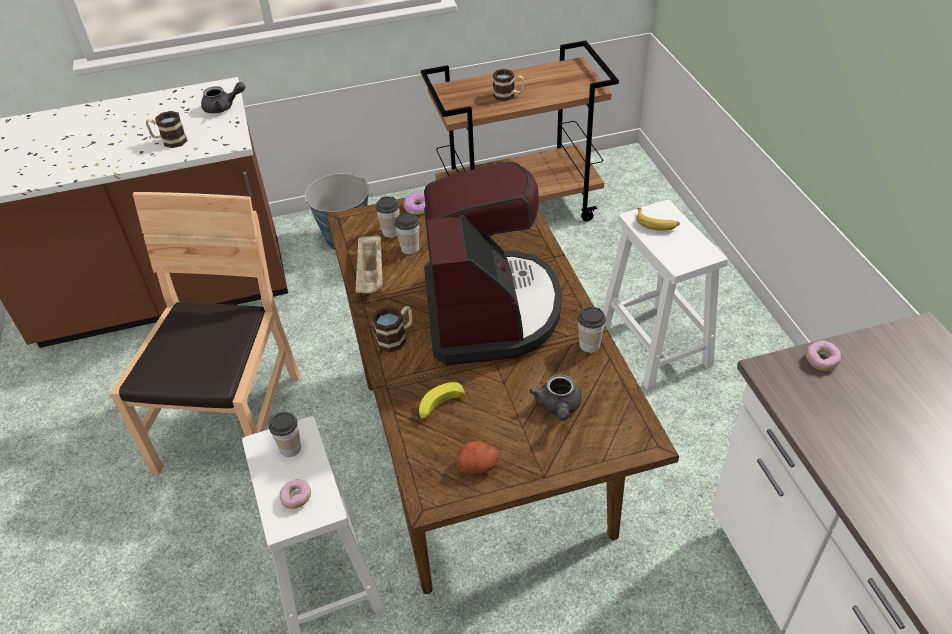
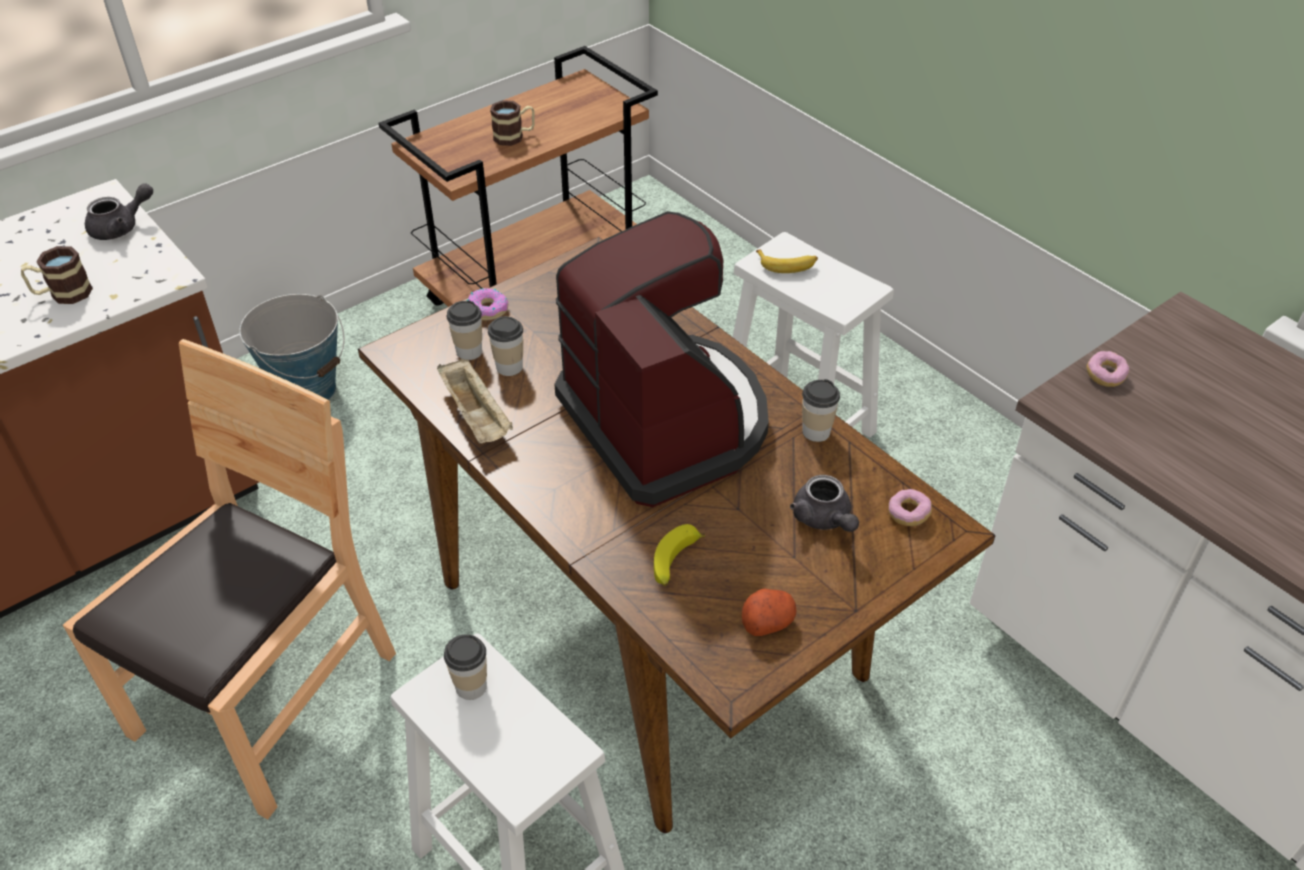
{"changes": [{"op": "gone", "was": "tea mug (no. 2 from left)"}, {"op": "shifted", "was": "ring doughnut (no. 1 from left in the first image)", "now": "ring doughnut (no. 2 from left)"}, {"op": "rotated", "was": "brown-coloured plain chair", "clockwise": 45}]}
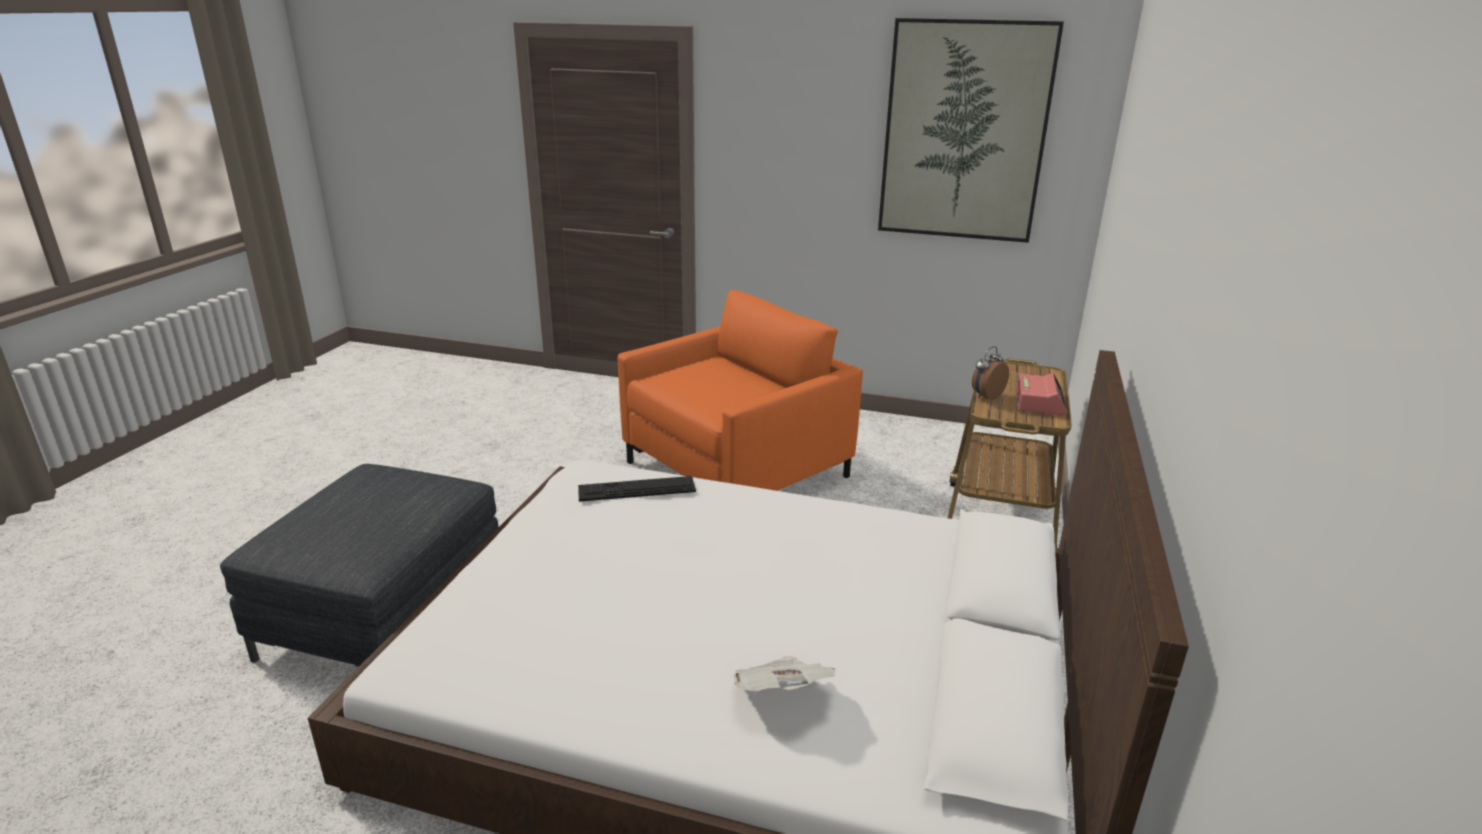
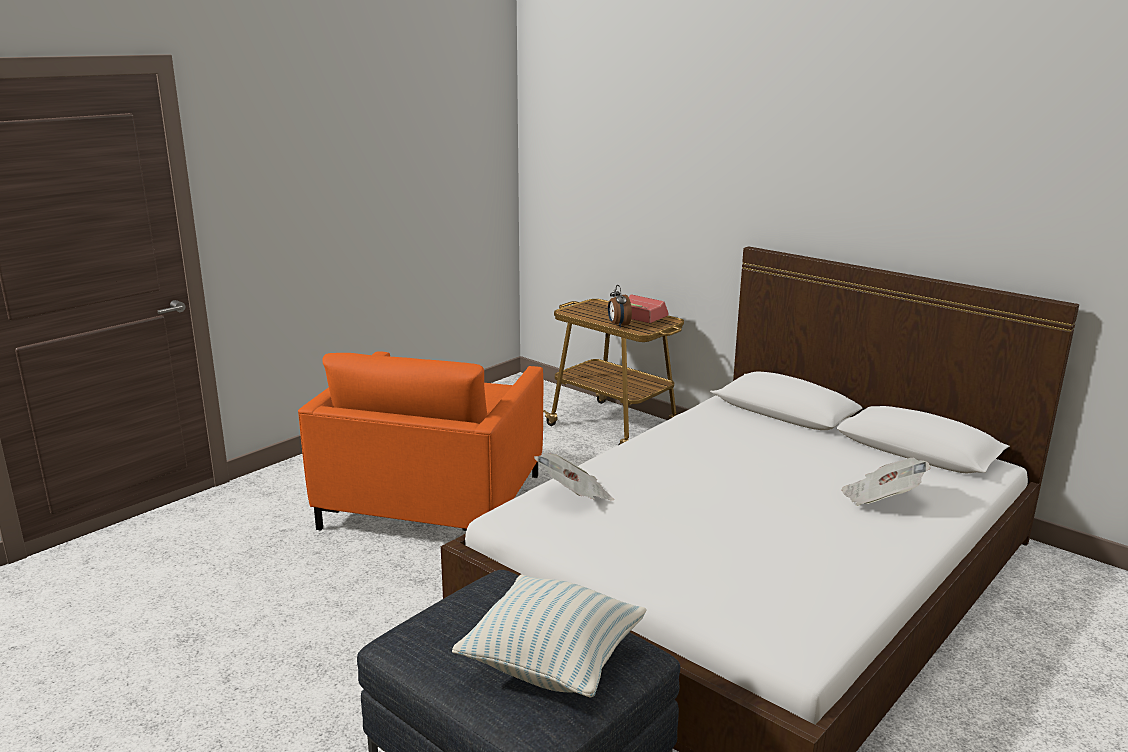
{"changes": [{"op": "gone", "was": "picture"}, {"op": "new", "now": "throw pillow"}, {"op": "swapped", "was": "computer keyboard", "now": "daily paper (no. 1 from left)"}, {"op": "rotated", "was": "orange-coloured armchair", "clockwise": -150}]}
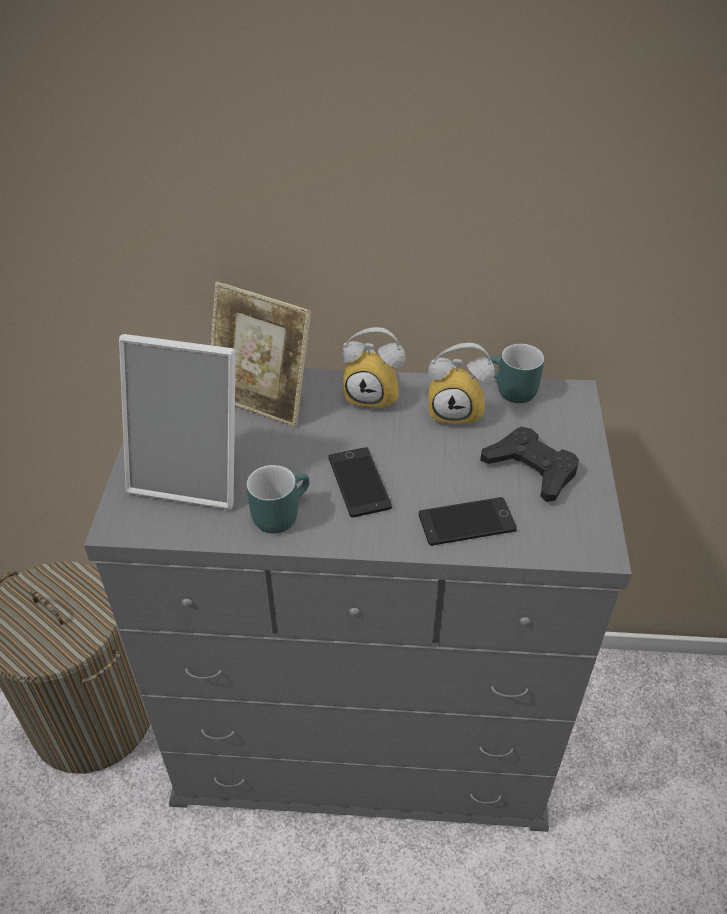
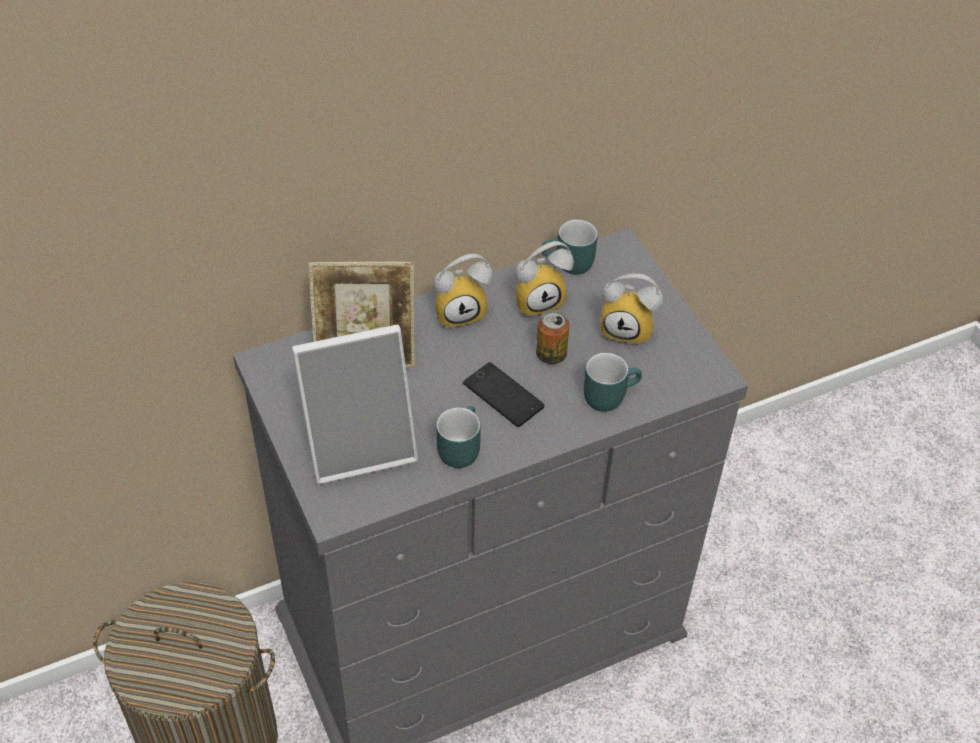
{"changes": [{"op": "new", "now": "metal can"}, {"op": "swapped", "was": "telephone (no. 2 from left)", "now": "turquoise tea mug (no. 3 from left)"}, {"op": "swapped", "was": "black game controller", "now": "table clock (no. 3 from left)"}]}
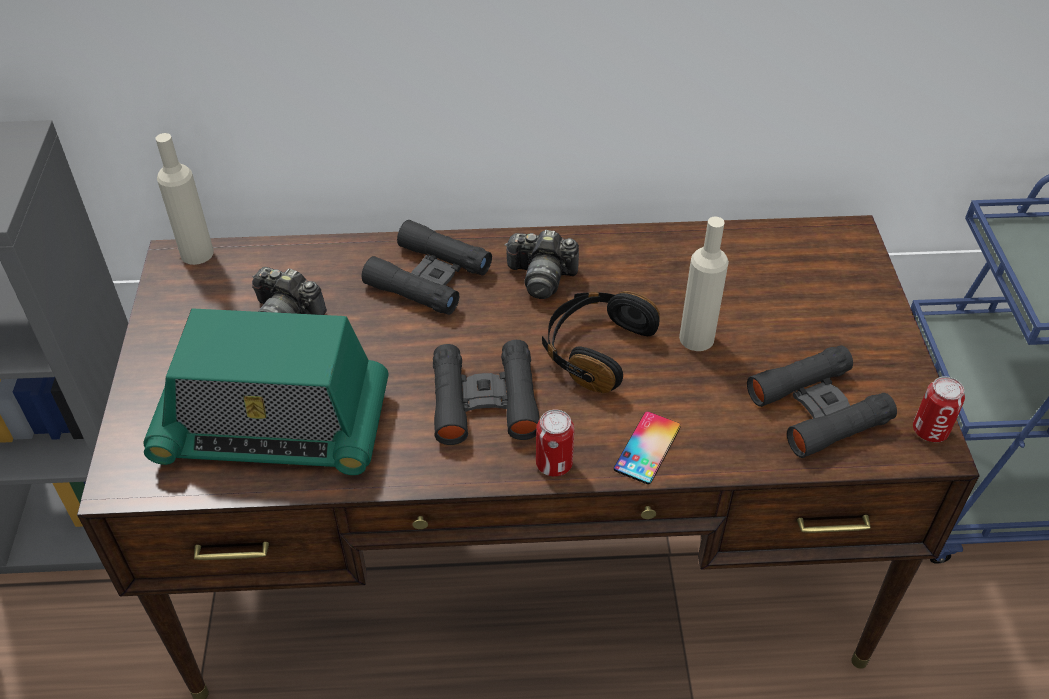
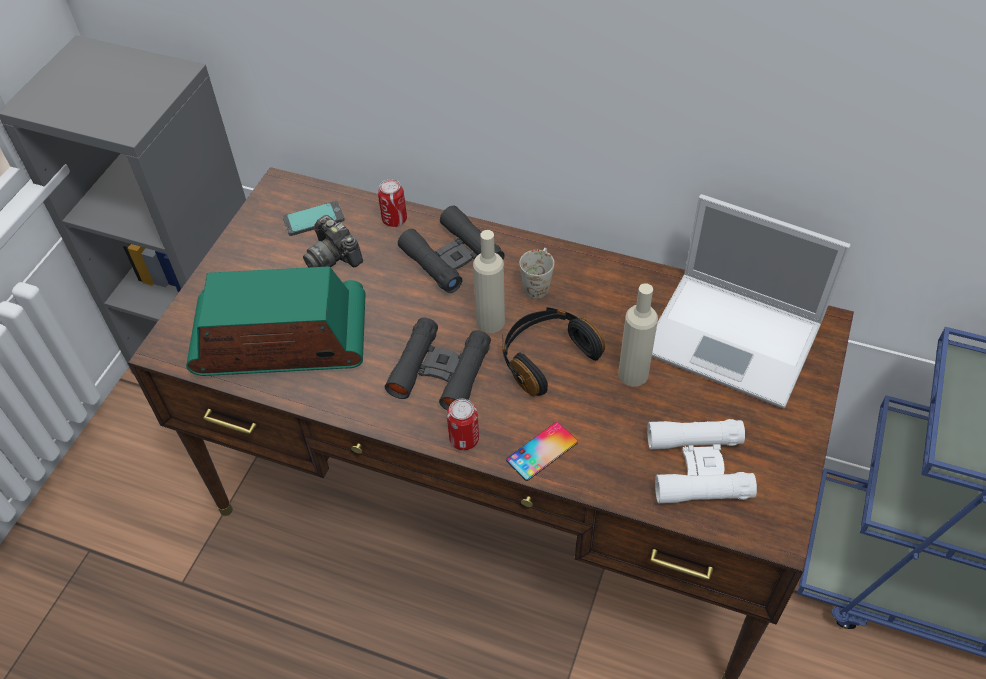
{"changes": [{"op": "new", "now": "telephone (no. 1 from left)"}, {"op": "new", "now": "notebook computer"}, {"op": "shifted", "was": "beige bottle (no. 1 from left)"}, {"op": "shifted", "was": "metal can (no. 2 from left in the first image)", "now": "metal can (no. 1 from left)"}, {"op": "swapped", "was": "still camera (no. 2 from left)", "now": "white tea mug"}, {"op": "repainted", "was": "black binoculars (no. 3 from left)", "now": "white binoculars"}, {"op": "rotated", "was": "radio", "clockwise": 150}]}
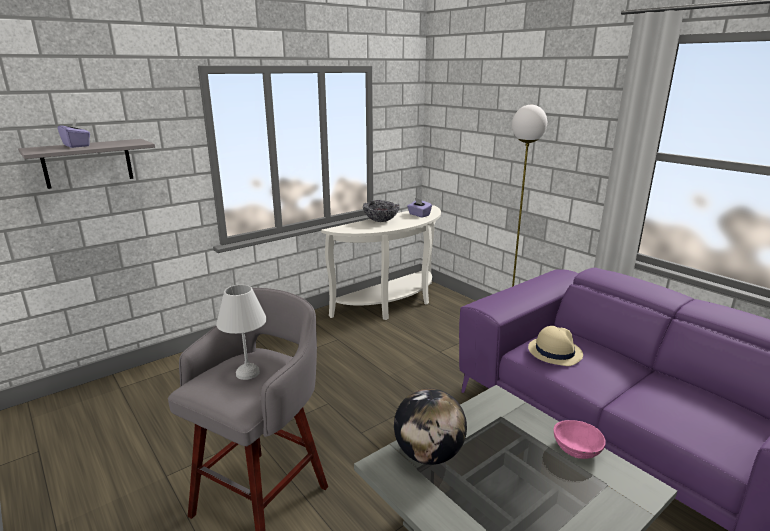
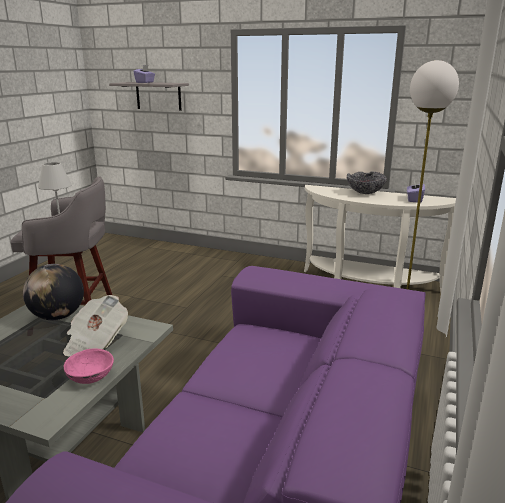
{"changes": [{"op": "gone", "was": "beige wearable hat"}, {"op": "new", "now": "daily paper"}]}
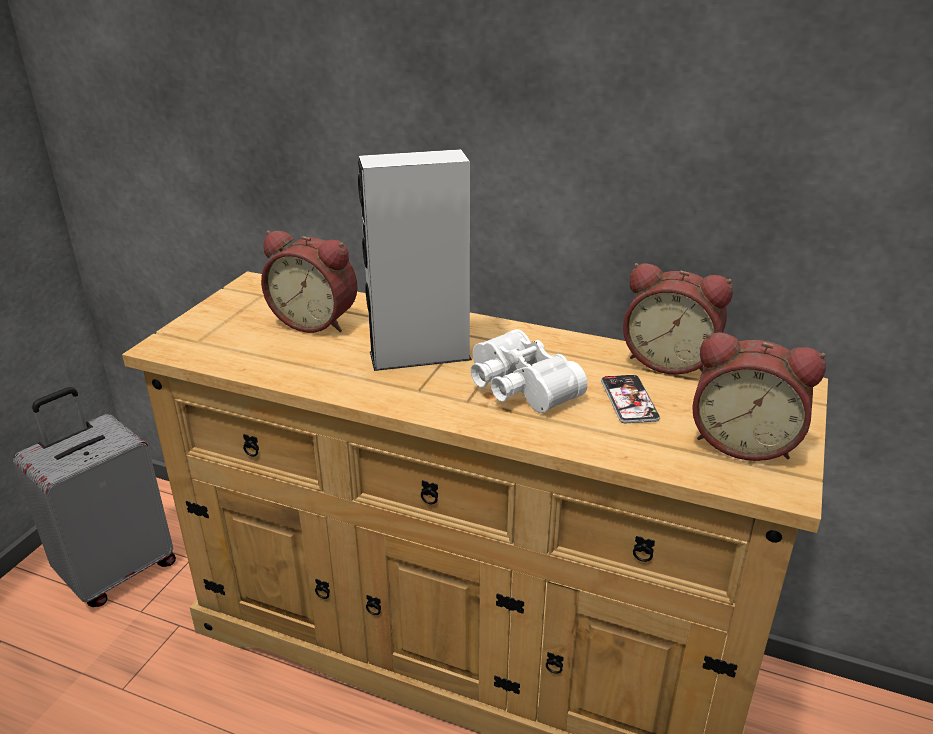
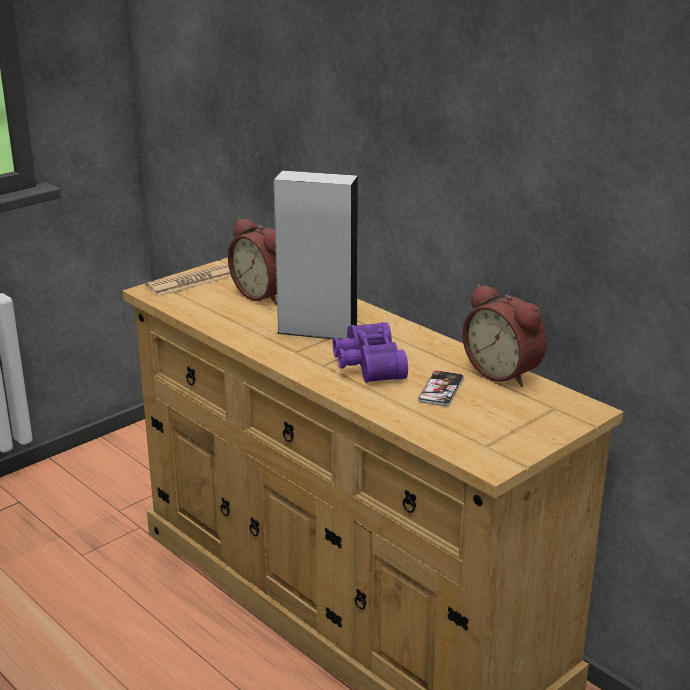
{"changes": [{"op": "gone", "was": "gray suitcase"}, {"op": "gone", "was": "table clock (no. 3 from left)"}, {"op": "new", "now": "daily paper"}, {"op": "repainted", "was": "white binoculars", "now": "purple binoculars"}]}
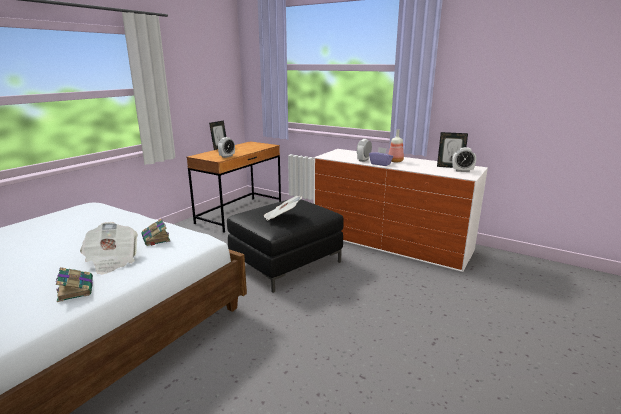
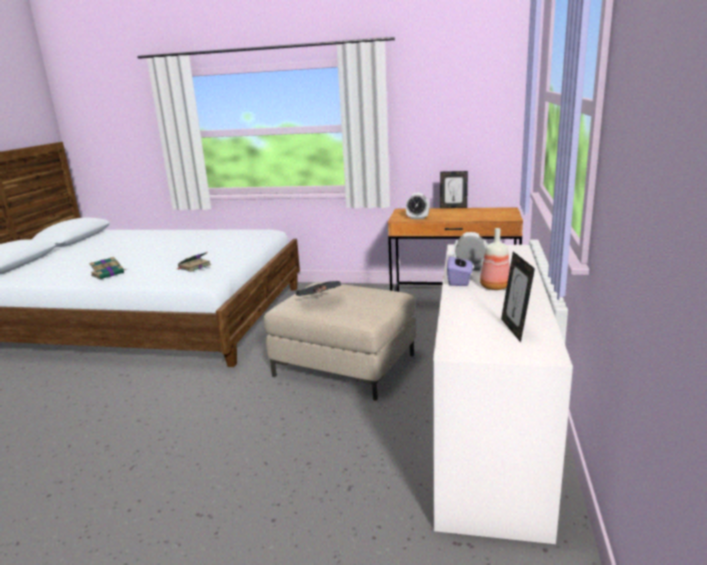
{"changes": [{"op": "gone", "was": "daily paper (no. 1 from left)"}, {"op": "gone", "was": "table clock (no. 3 from left)"}, {"op": "repainted", "was": "black footrest", "now": "beige footrest"}]}
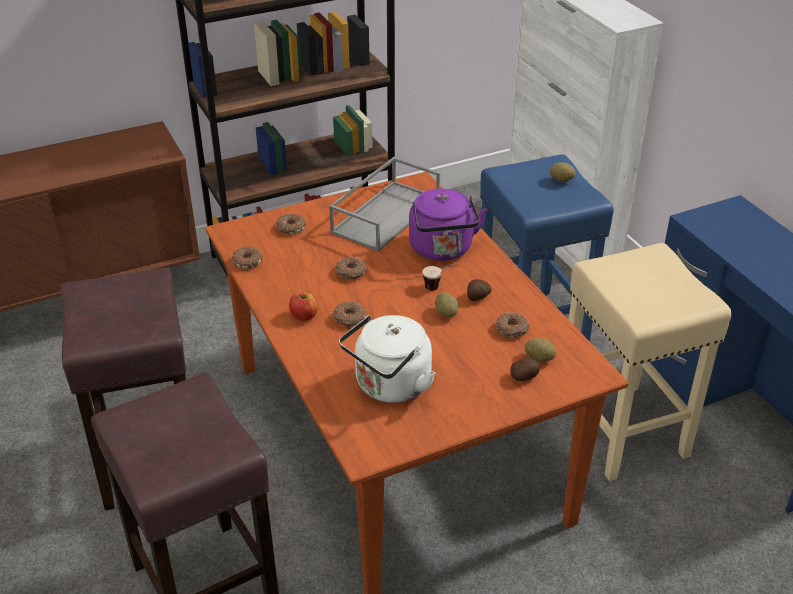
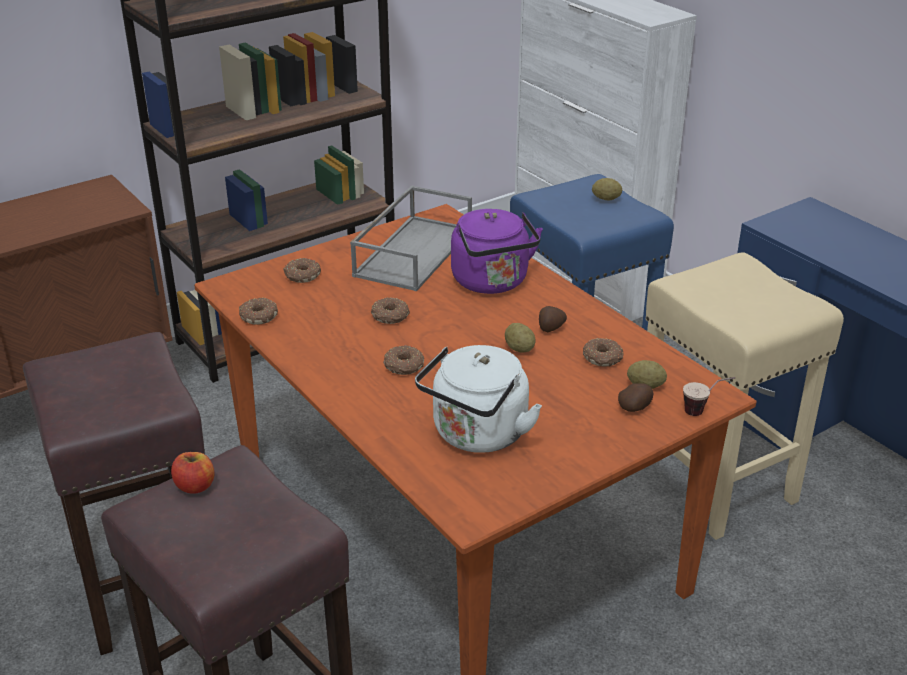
{"changes": [{"op": "shifted", "was": "apple fruit"}, {"op": "shifted", "was": "cup"}]}
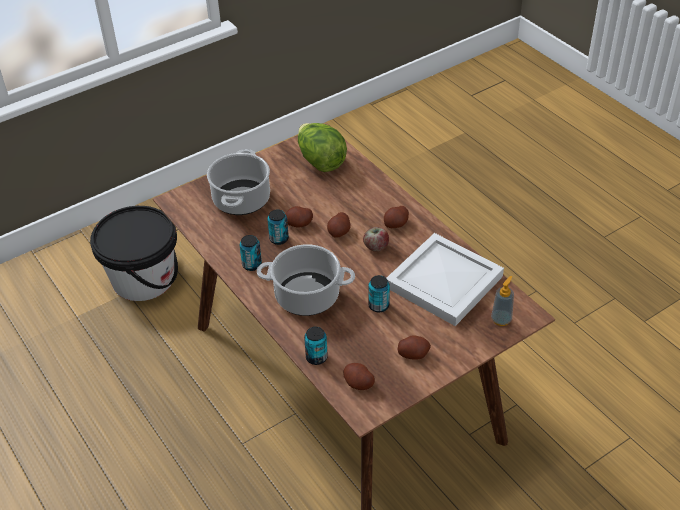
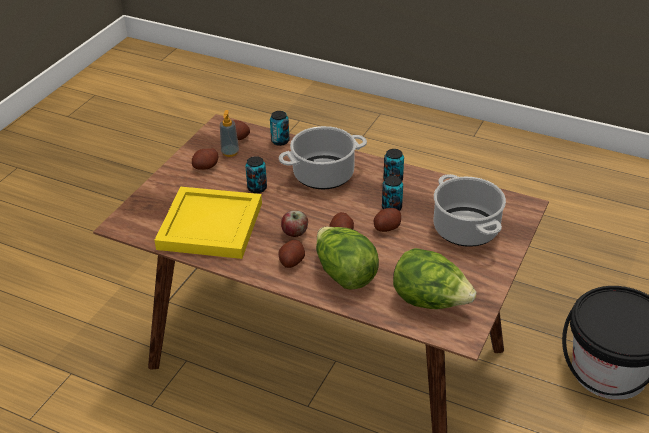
{"changes": [{"op": "new", "now": "lettuce (no. 1 from left)"}, {"op": "shifted", "was": "soap bottle"}, {"op": "repainted", "was": "white tray", "now": "yellow-coloured tray"}]}
